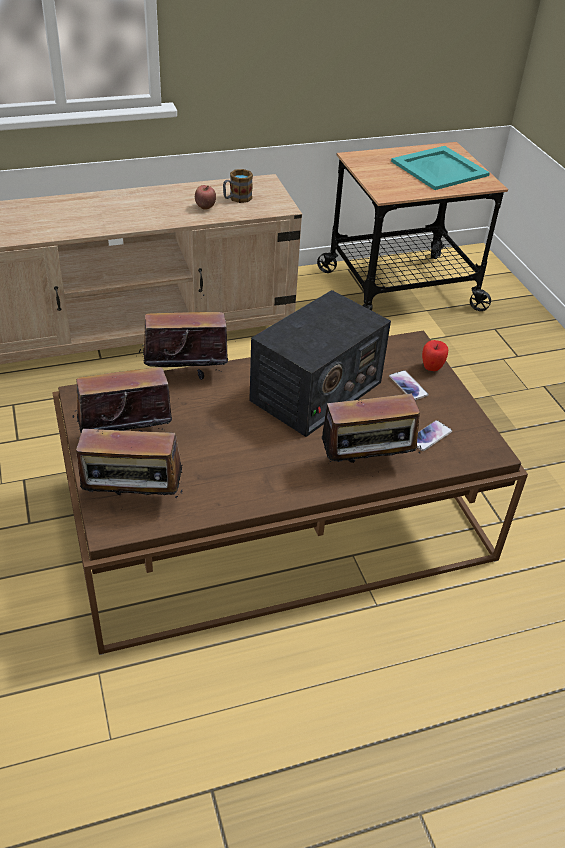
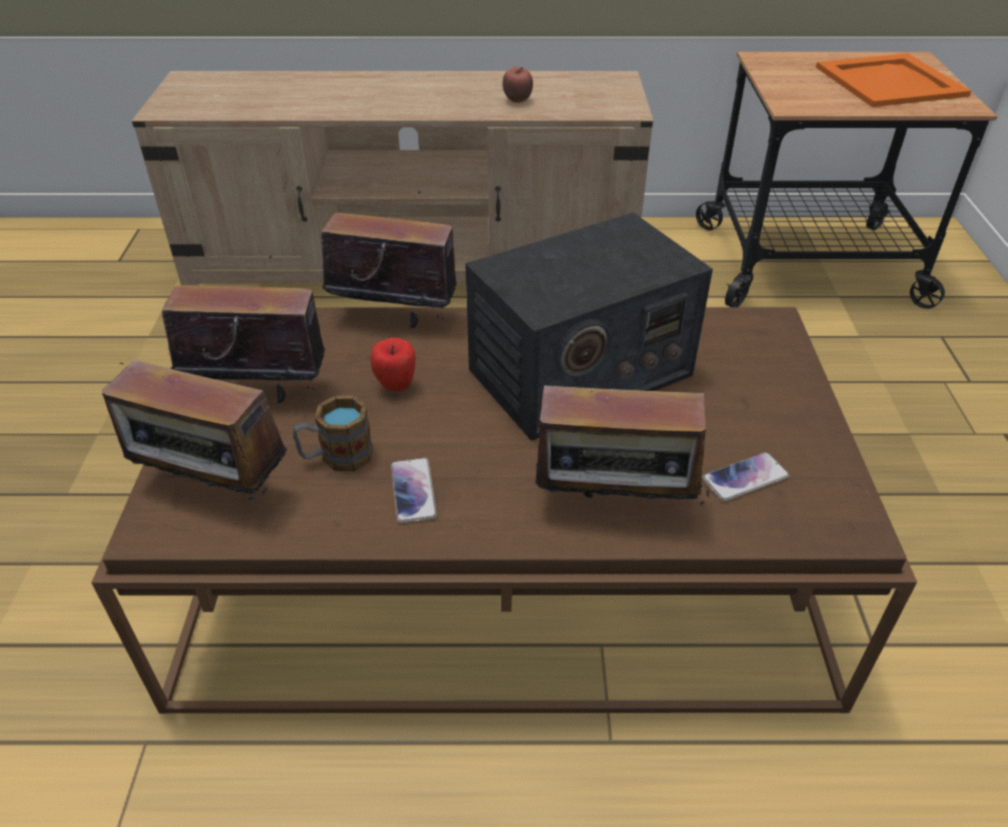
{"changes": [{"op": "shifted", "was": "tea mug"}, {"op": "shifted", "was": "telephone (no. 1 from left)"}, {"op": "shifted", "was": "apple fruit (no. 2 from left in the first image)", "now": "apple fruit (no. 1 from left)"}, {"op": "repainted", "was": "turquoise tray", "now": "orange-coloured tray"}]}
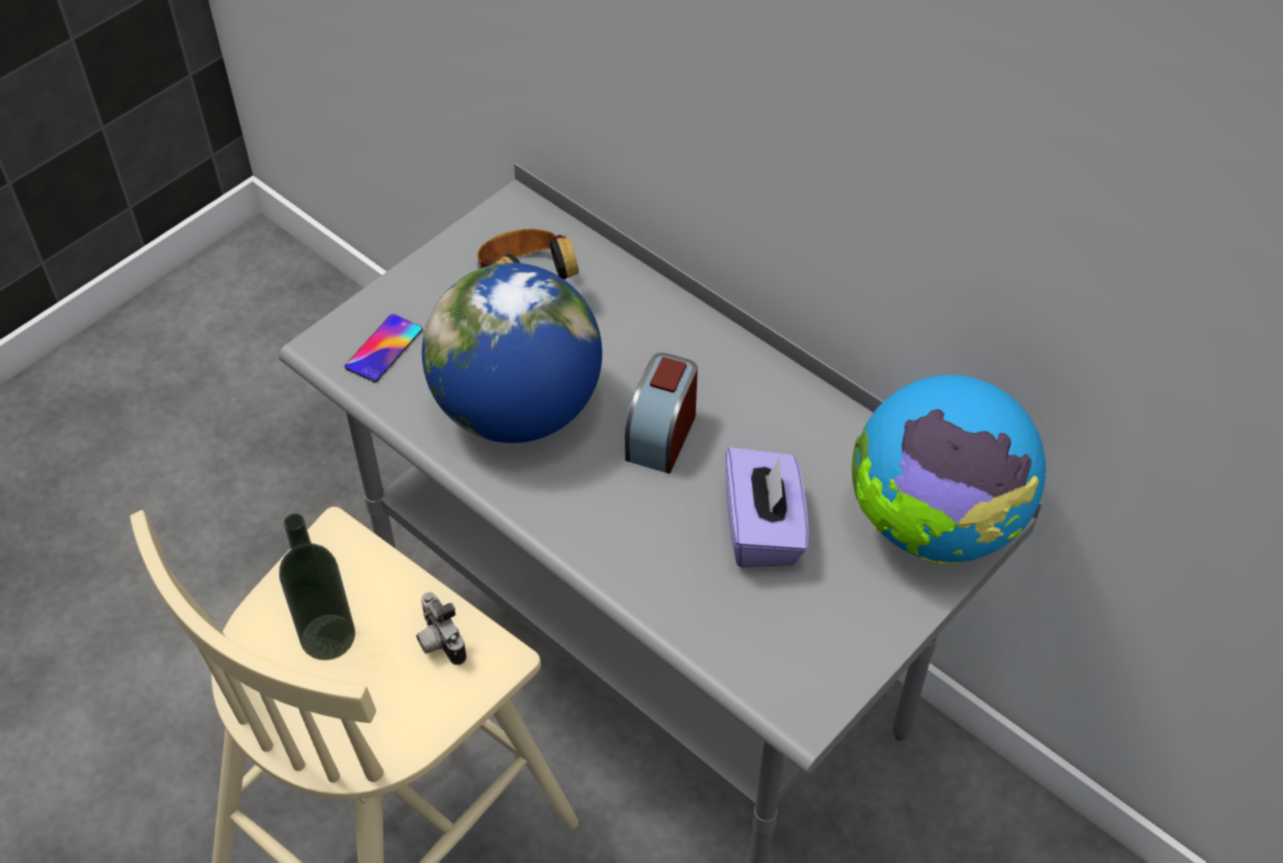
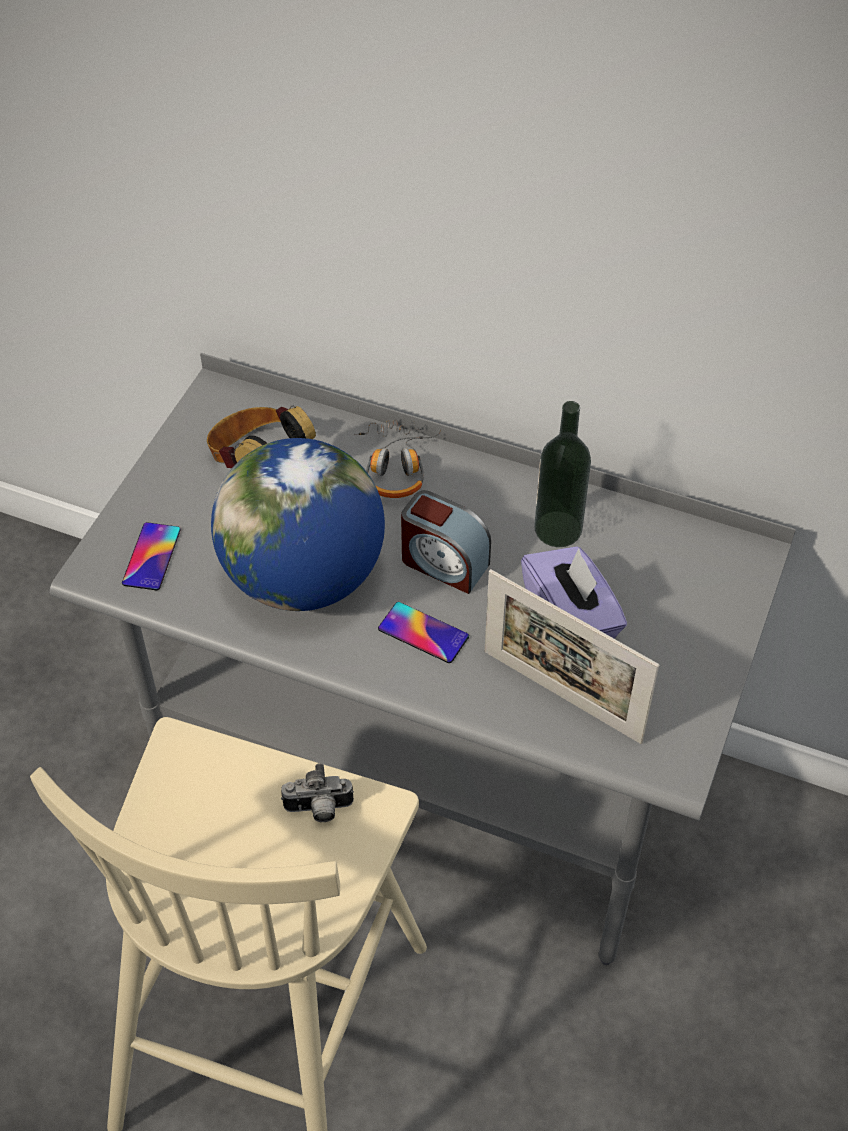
{"changes": [{"op": "gone", "was": "desk globe (no. 2 from left)"}, {"op": "new", "now": "headset (no. 2 from left)"}, {"op": "new", "now": "telephone (no. 2 from left)"}, {"op": "new", "now": "standing frame"}, {"op": "shifted", "was": "bottle"}, {"op": "rotated", "was": "still camera", "clockwise": -45}, {"op": "rotated", "was": "table clock", "clockwise": -60}]}
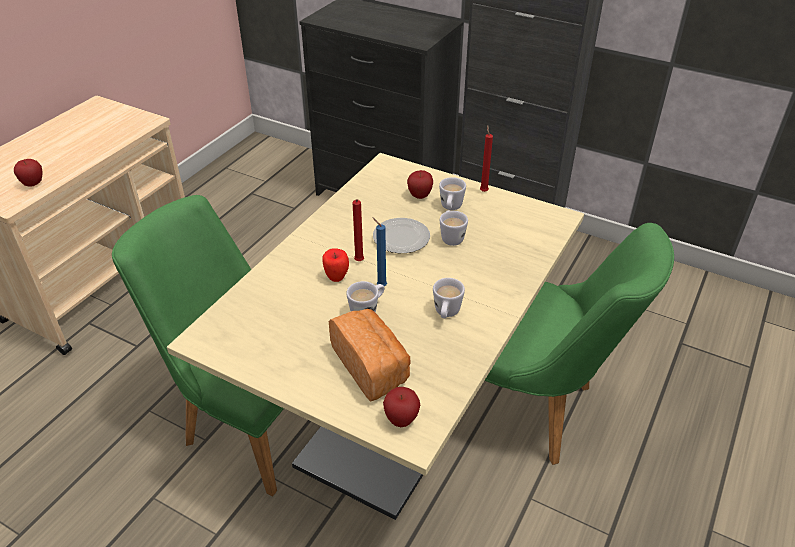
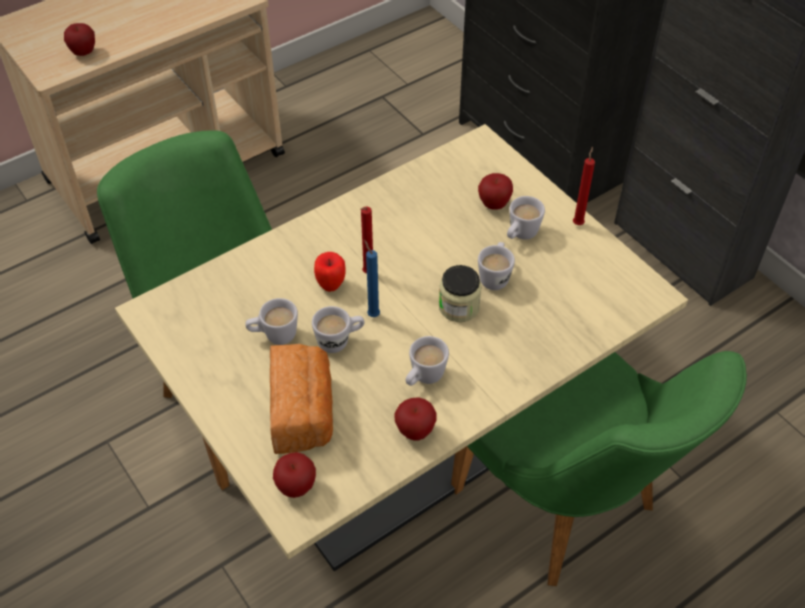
{"changes": [{"op": "gone", "was": "dinner plate"}, {"op": "new", "now": "white tea mug (no. 1 from left)"}, {"op": "new", "now": "apple fruit (no. 4 from left)"}, {"op": "new", "now": "preserve jar"}]}
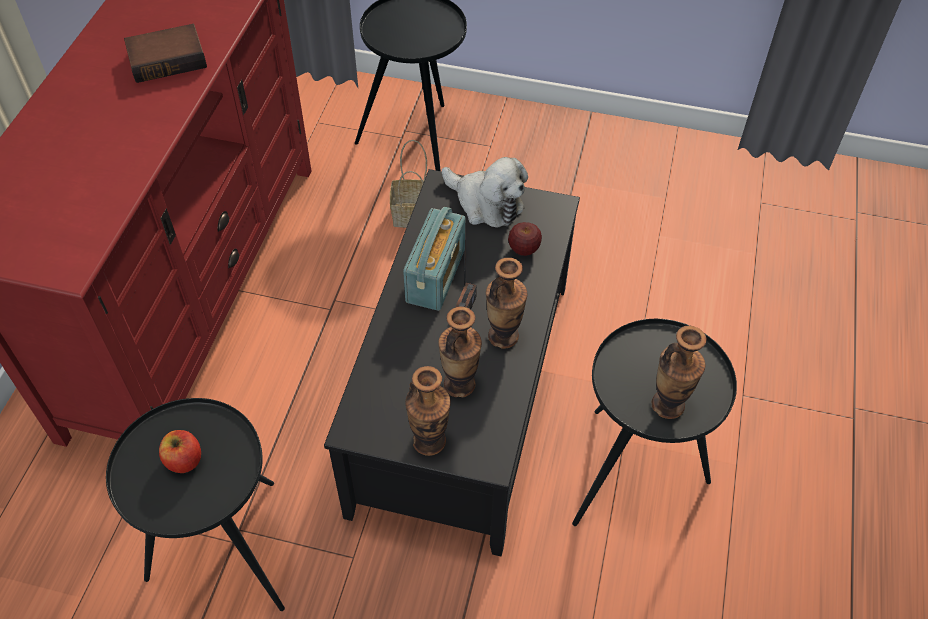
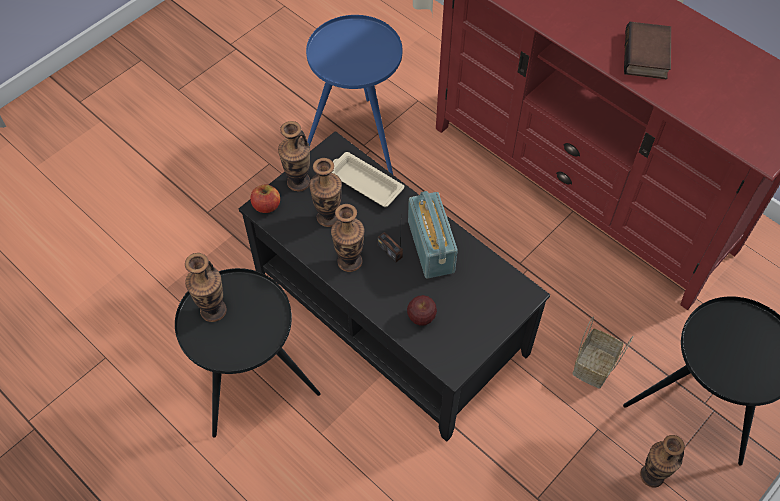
{"changes": [{"op": "gone", "was": "plush toy"}, {"op": "new", "now": "beige tray"}, {"op": "new", "now": "vase (no. 5 from left)"}, {"op": "shifted", "was": "apple fruit (no. 1 from left)"}, {"op": "repainted", "was": "black side table (no. 1 from left)", "now": "blue side table"}, {"op": "rotated", "was": "radio (no. 1 from left in the first image)", "clockwise": -150}]}
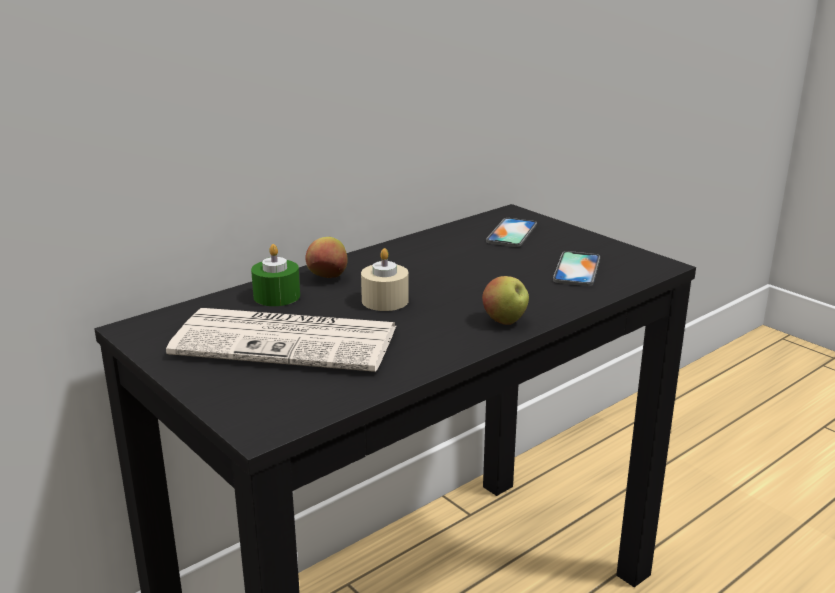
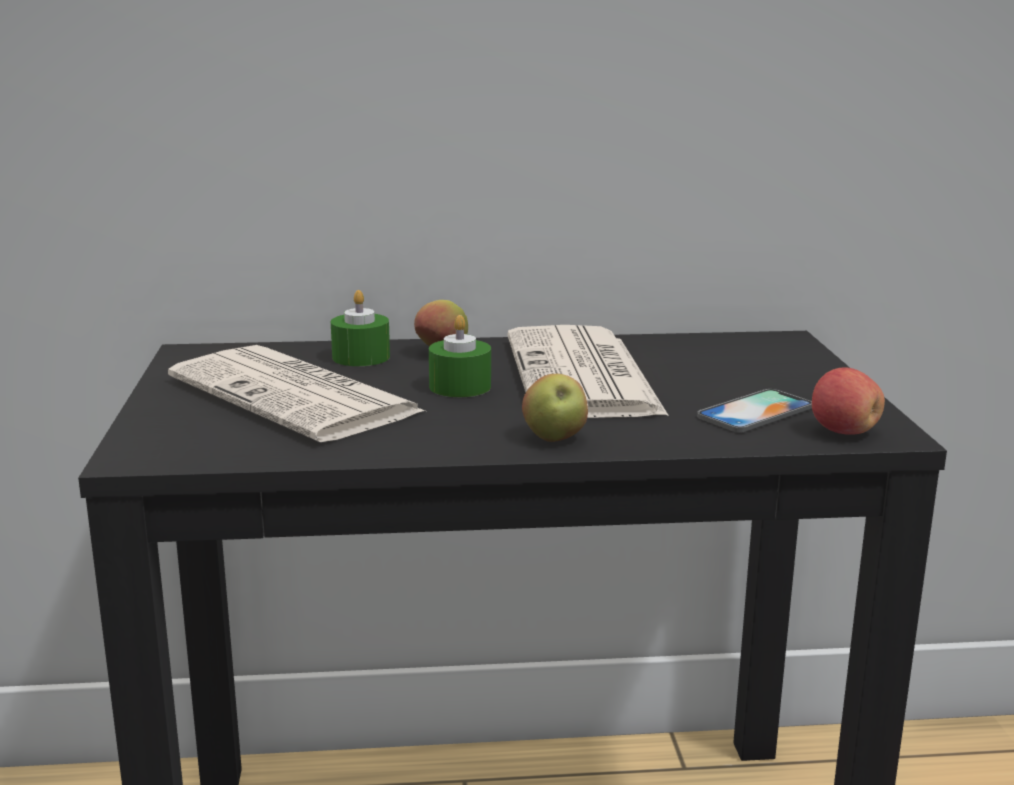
{"changes": [{"op": "gone", "was": "telephone (no. 1 from left)"}, {"op": "new", "now": "daily paper (no. 2 from left)"}, {"op": "new", "now": "apple fruit (no. 3 from left)"}, {"op": "repainted", "was": "beige wax candle", "now": "greenish wax candle (no. 2 from left)"}]}
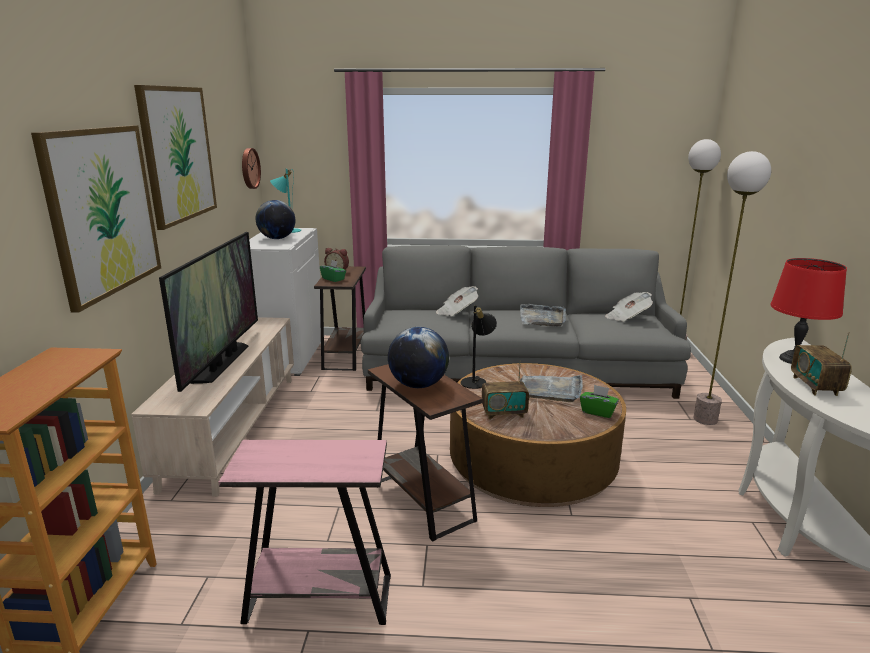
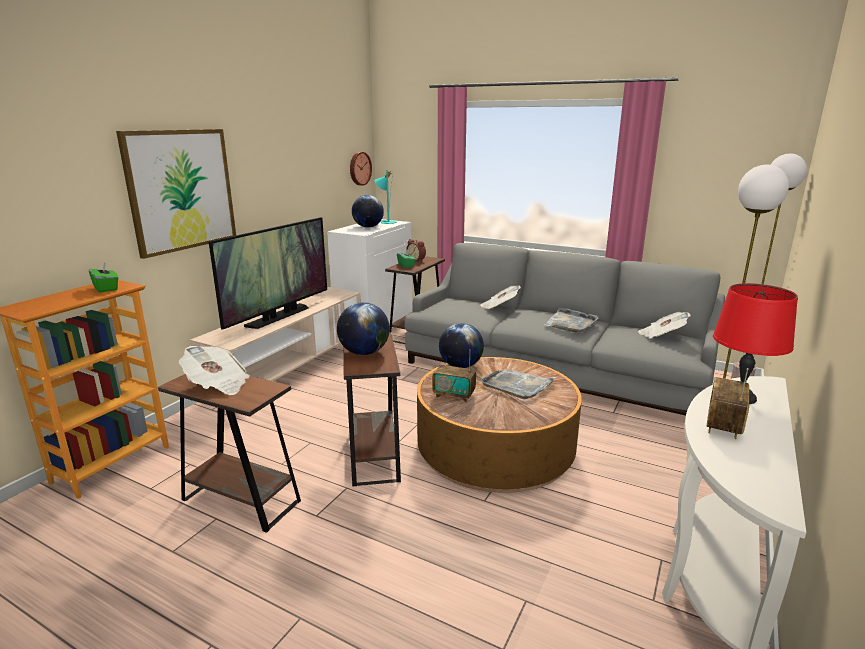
{"changes": [{"op": "gone", "was": "picture (no. 2 from left)"}, {"op": "new", "now": "daily paper (no. 1 from left)"}, {"op": "shifted", "was": "greenish tissue box (no. 2 from left in the first image)", "now": "greenish tissue box (no. 1 from left)"}, {"op": "swapped", "was": "black tabletop lamp", "now": "desk globe (no. 3 from left)"}, {"op": "repainted", "was": "pinkish side table", "now": "brown-coloured side table (no. 1 from left)"}]}
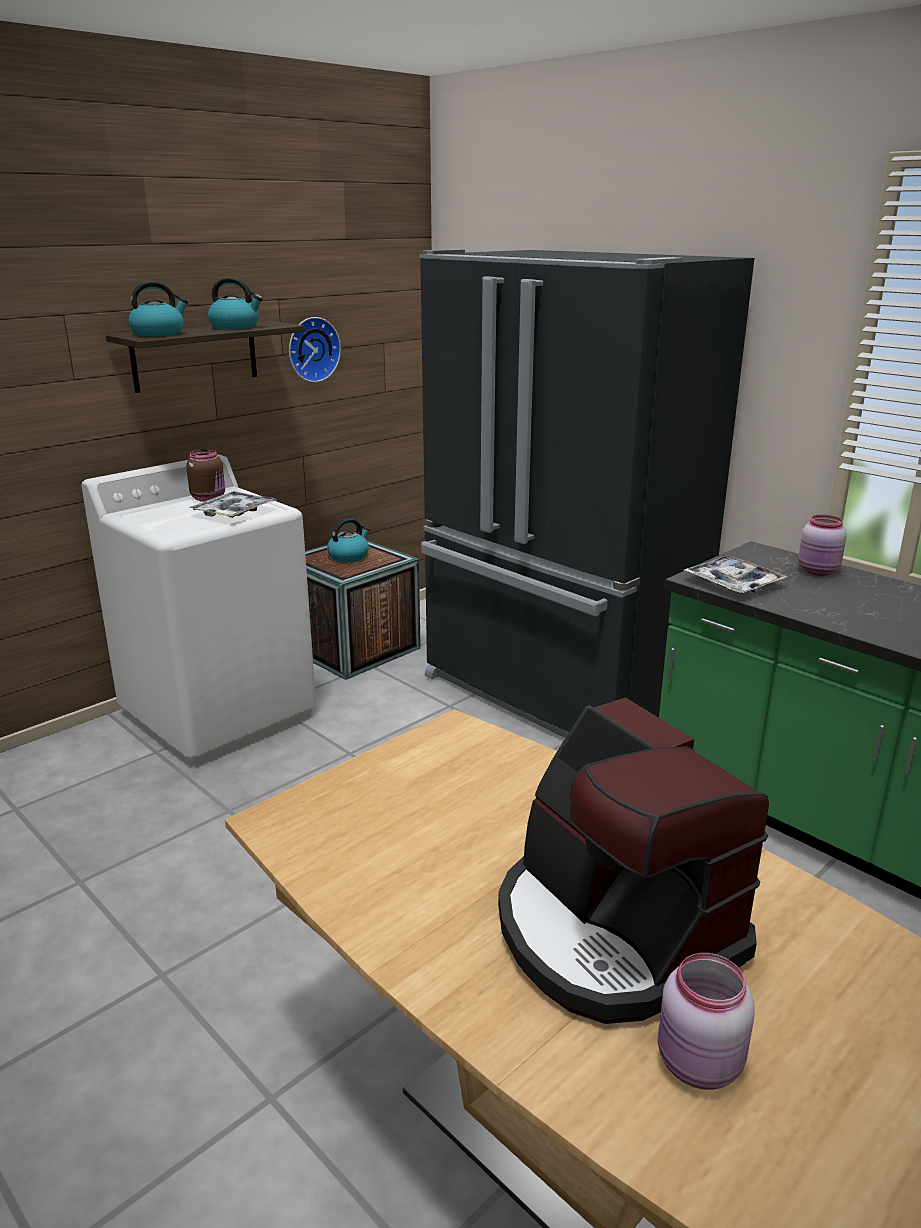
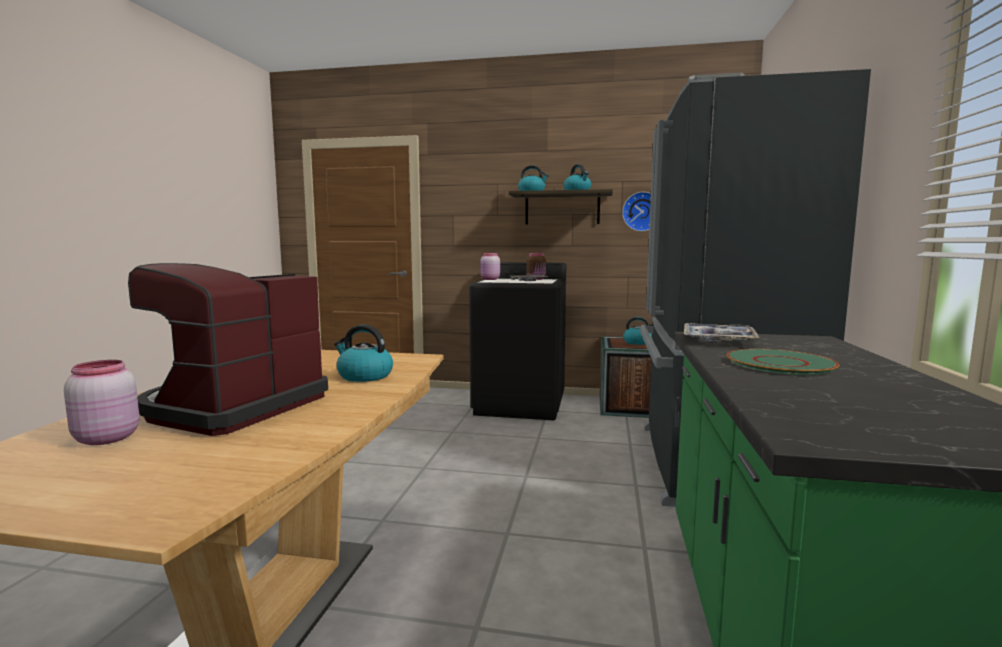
{"changes": [{"op": "new", "now": "tea kettle (no. 1 from left)"}, {"op": "new", "now": "greenish dinner plate"}, {"op": "shifted", "was": "pinkish preserve jar (no. 2 from left)"}, {"op": "repainted", "was": "white laundry machine", "now": "black laundry machine"}]}
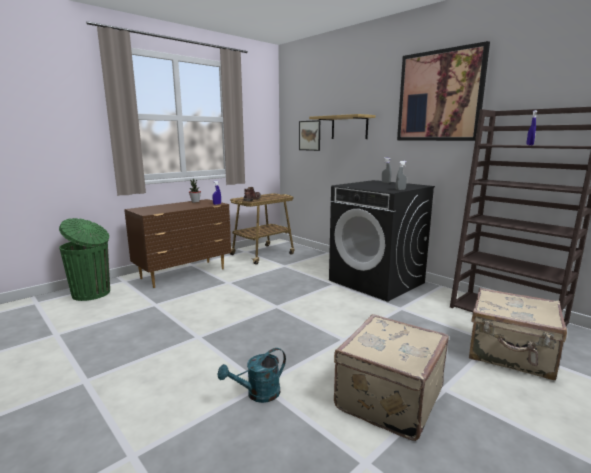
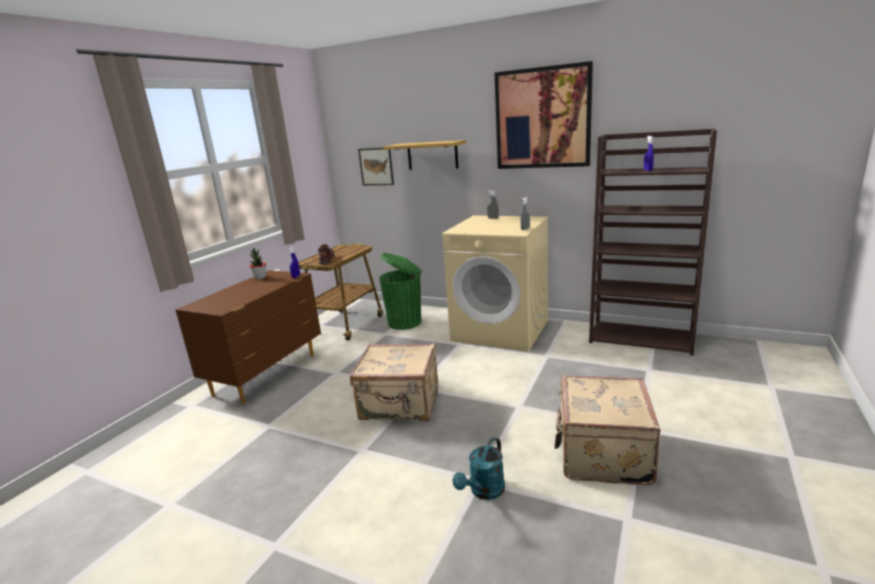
{"changes": [{"op": "shifted", "was": "greenish trash can"}, {"op": "shifted", "was": "beige suitcase (no. 2 from left in the first image)", "now": "beige suitcase (no. 1 from left)"}, {"op": "repainted", "was": "black laundry machine", "now": "beige laundry machine"}]}
